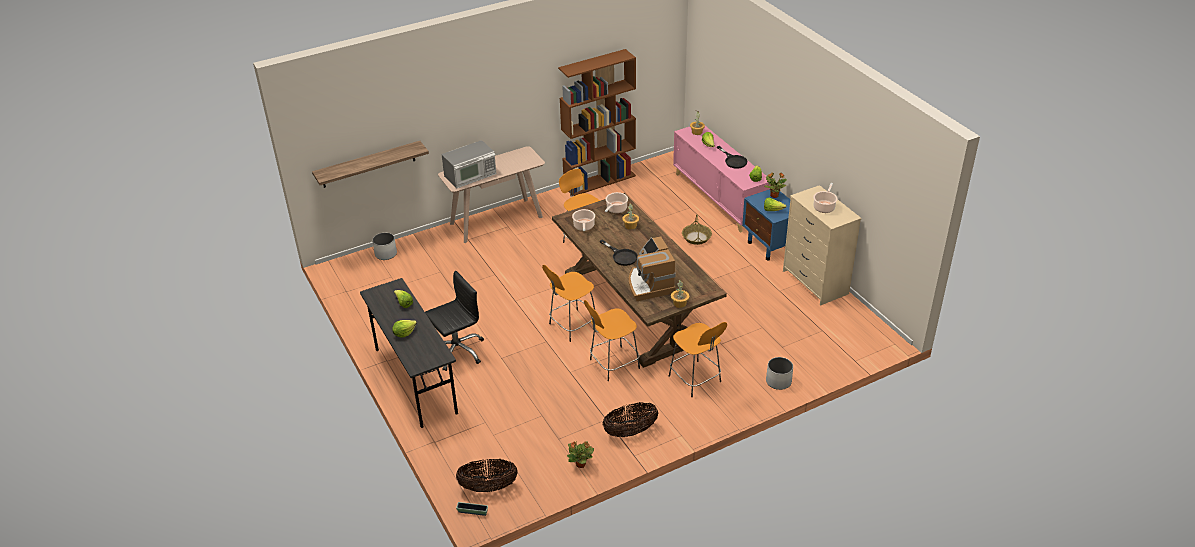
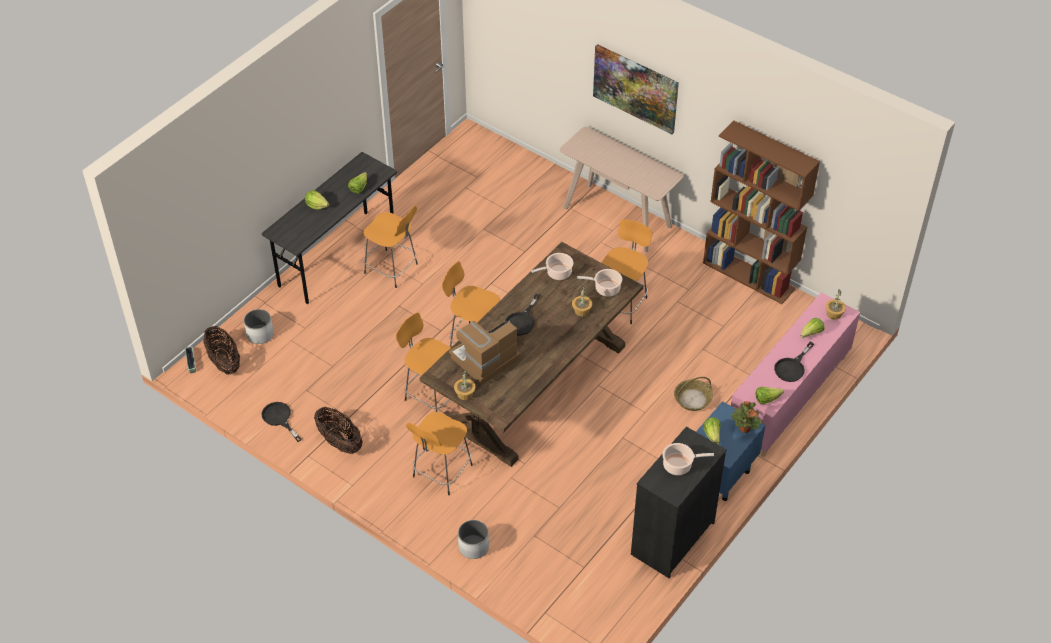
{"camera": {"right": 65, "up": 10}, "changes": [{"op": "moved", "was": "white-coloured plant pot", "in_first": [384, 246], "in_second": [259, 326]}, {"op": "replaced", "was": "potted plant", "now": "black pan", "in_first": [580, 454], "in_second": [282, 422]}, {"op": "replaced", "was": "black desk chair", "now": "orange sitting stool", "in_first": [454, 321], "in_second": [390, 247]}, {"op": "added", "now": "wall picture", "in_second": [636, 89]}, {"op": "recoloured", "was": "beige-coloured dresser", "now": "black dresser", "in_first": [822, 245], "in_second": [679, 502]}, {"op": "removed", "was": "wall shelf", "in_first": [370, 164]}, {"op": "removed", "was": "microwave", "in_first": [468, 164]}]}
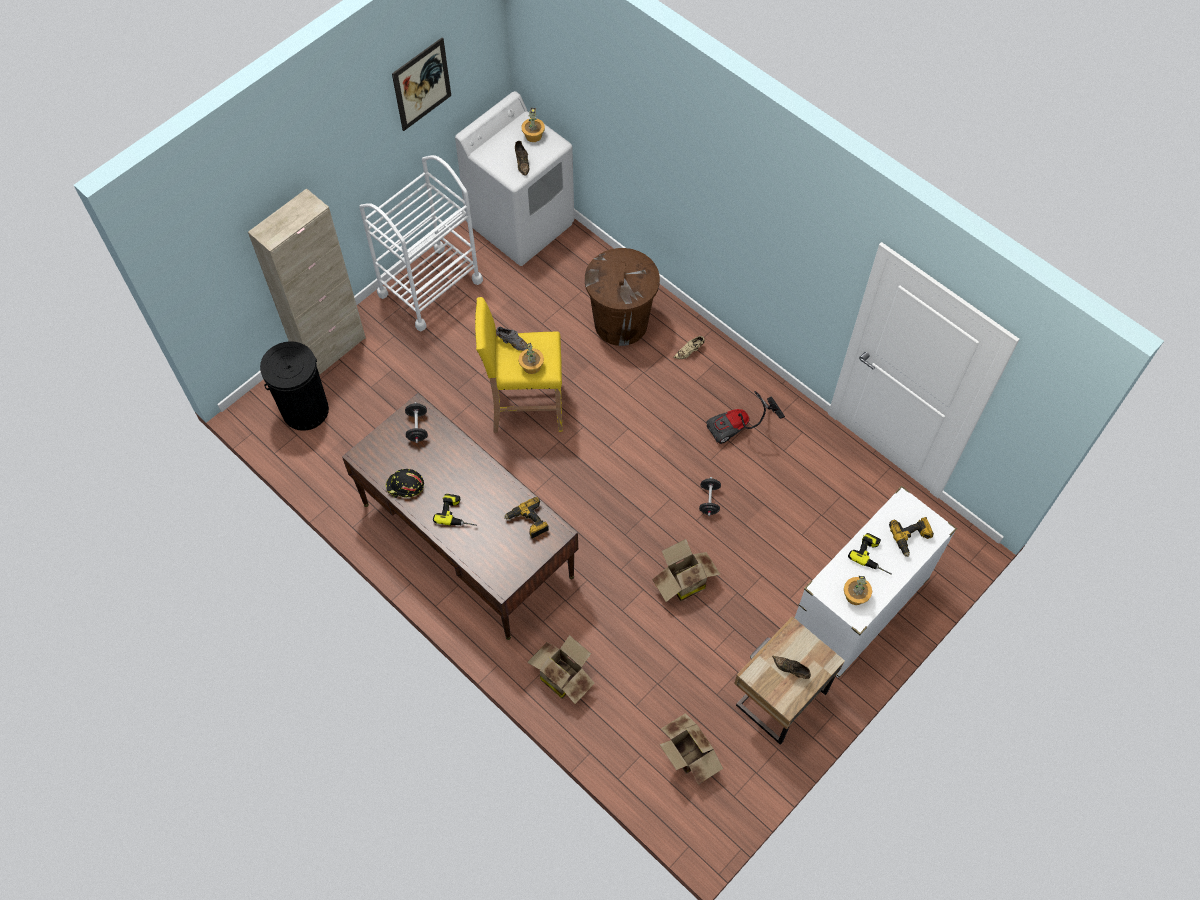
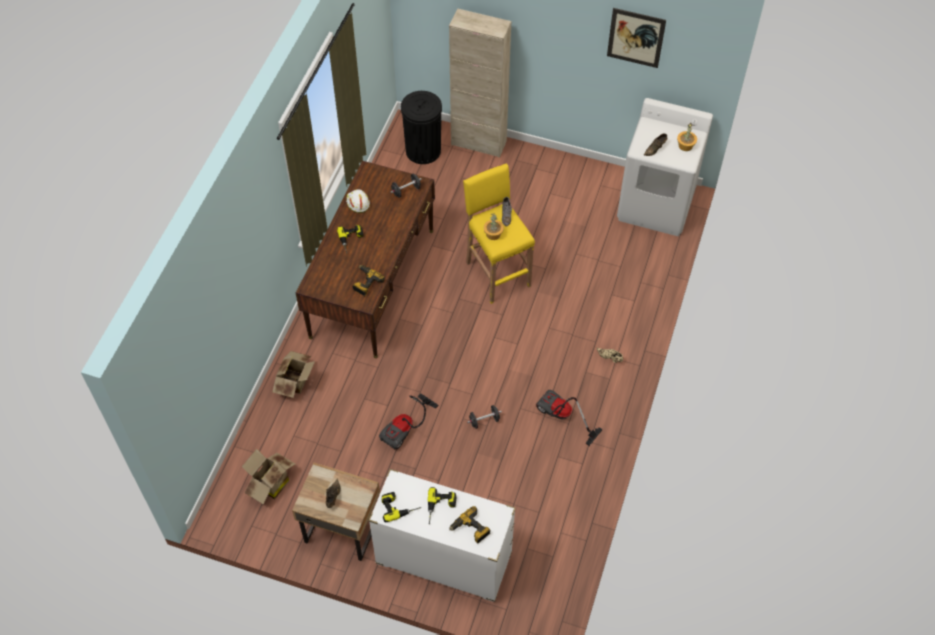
{"camera": {"right": 65, "up": -5}, "changes": [{"op": "recoloured", "was": "black hard hat", "now": "white-coloured hard hat", "in_first": [405, 483], "in_second": [358, 201]}, {"op": "replaced", "was": "packing box", "now": "vacuum", "in_first": [686, 570], "in_second": [409, 421]}, {"op": "replaced", "was": "potted plant", "now": "drill", "in_first": [858, 590], "in_second": [401, 507]}, {"op": "removed", "was": "white-coloured cart", "in_first": [421, 243]}, {"op": "removed", "was": "brown rubbish bin", "in_first": [622, 297]}]}
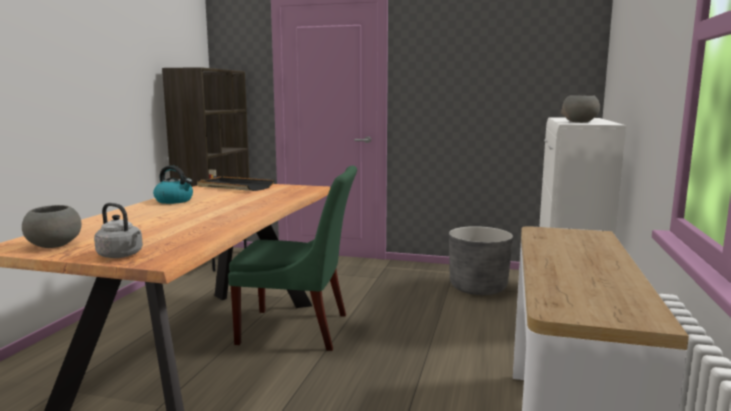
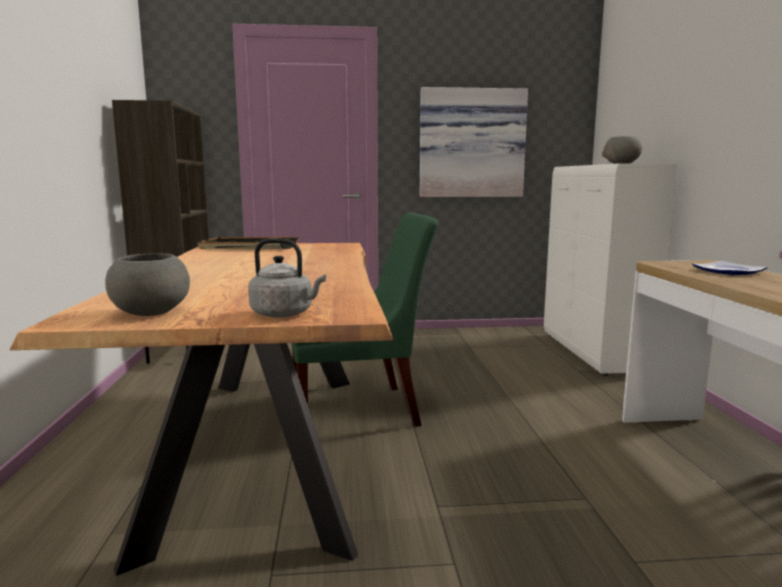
{"camera": {"right": -20, "up": 0}, "changes": [{"op": "added", "now": "wall picture", "in_second": [474, 142]}, {"op": "added", "now": "plate", "in_second": [729, 268]}, {"op": "removed", "was": "water kettle", "in_first": [173, 184]}, {"op": "removed", "was": "greyish plant pot", "in_first": [481, 260]}]}
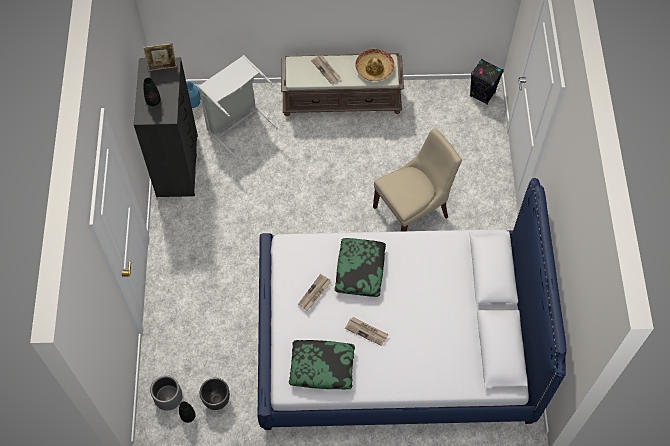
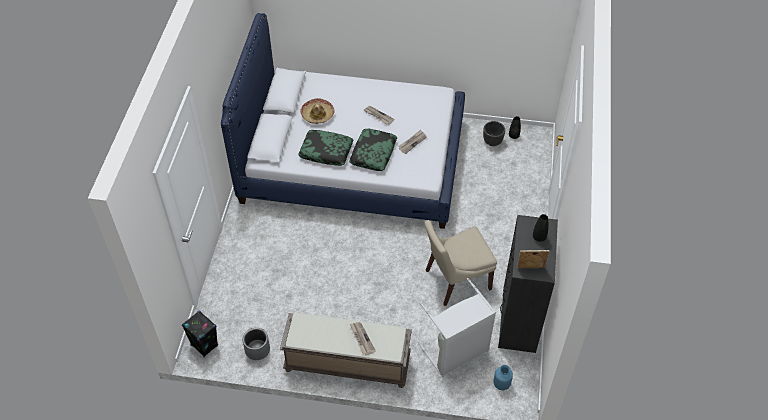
{"camera": {"right": -170, "up": -10}, "changes": [{"op": "moved", "was": "greyish plant pot", "in_first": [166, 393], "in_second": [256, 344]}, {"op": "moved", "was": "cushion", "in_first": [322, 365], "in_second": [325, 148]}, {"op": "moved", "was": "clothing hat", "in_first": [375, 65], "in_second": [317, 111]}, {"op": "moved", "was": "beige-coloured chair", "in_first": [417, 179], "in_second": [460, 263]}]}
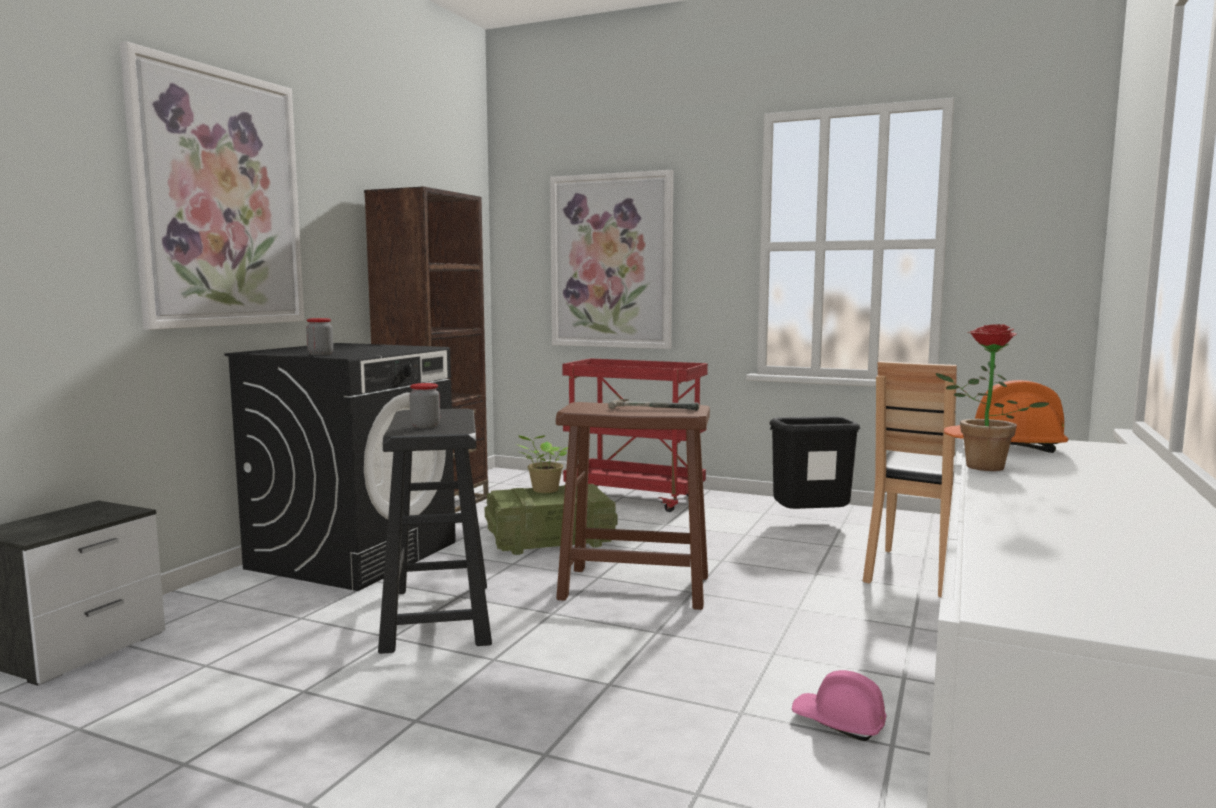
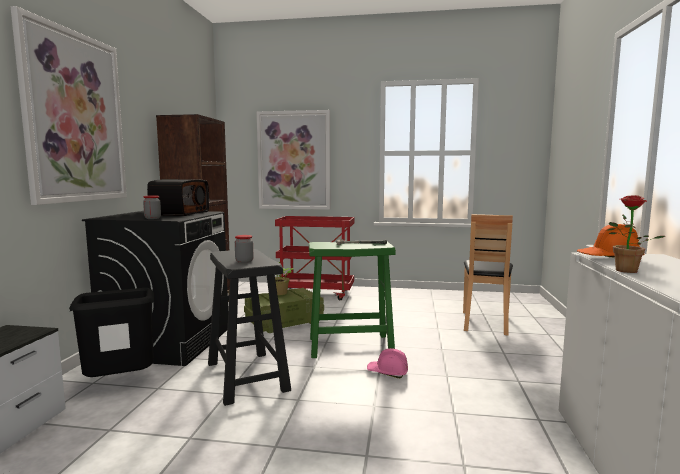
{"camera": {"right": -15, "up": 0}, "changes": [{"op": "moved", "was": "black rubbish bin", "in_first": [815, 462], "in_second": [112, 332]}, {"op": "added", "now": "radio", "in_second": [178, 197]}, {"op": "recoloured", "was": "brown sitting stool", "now": "green-coloured sitting stool", "in_first": [633, 506], "in_second": [352, 300]}, {"op": "moved", "was": "pinkish hard hat", "in_first": [839, 705], "in_second": [387, 363]}]}
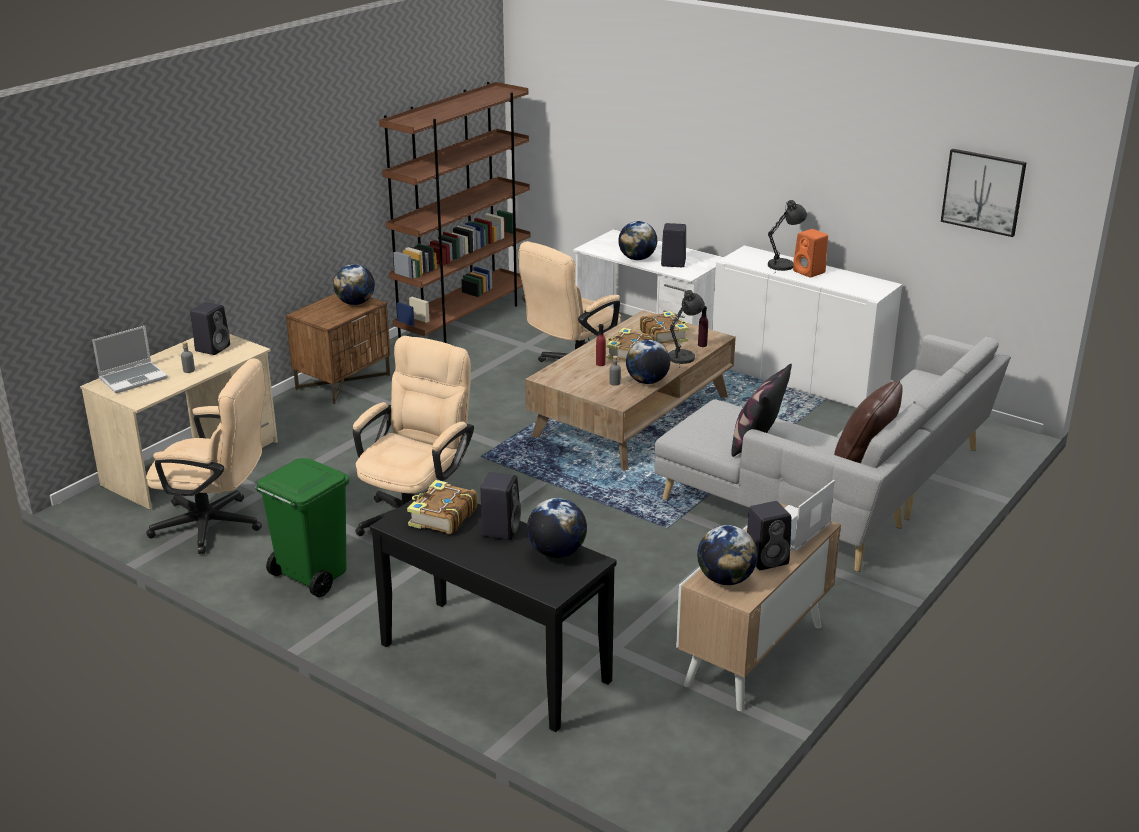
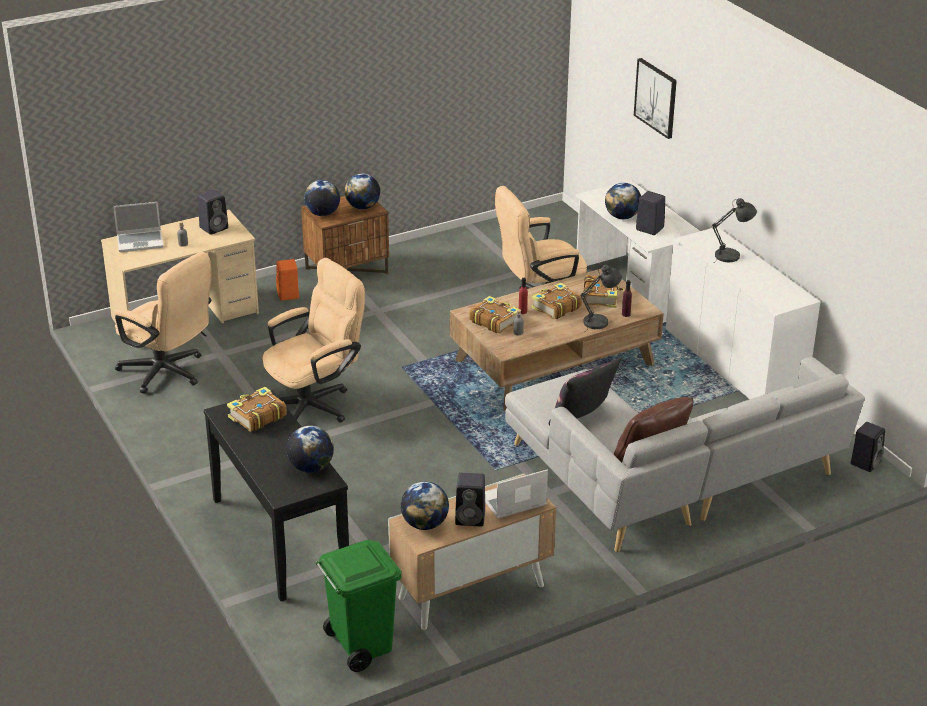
{"camera": {"right": 25, "up": 5}, "changes": [{"op": "moved", "was": "orange speaker", "in_first": [810, 253], "in_second": [287, 280]}, {"op": "moved", "was": "world globe", "in_first": [648, 362], "in_second": [322, 198]}, {"op": "moved", "was": "green-coloured rubbish bin", "in_first": [302, 527], "in_second": [358, 606]}, {"op": "added", "now": "bound book", "in_second": [494, 314]}, {"op": "moved", "was": "wall picture", "in_first": [984, 193], "in_second": [655, 98]}, {"op": "moved", "was": "black speaker", "in_first": [500, 506], "in_second": [868, 447]}, {"op": "removed", "was": "brown bookcase", "in_first": [454, 212]}]}
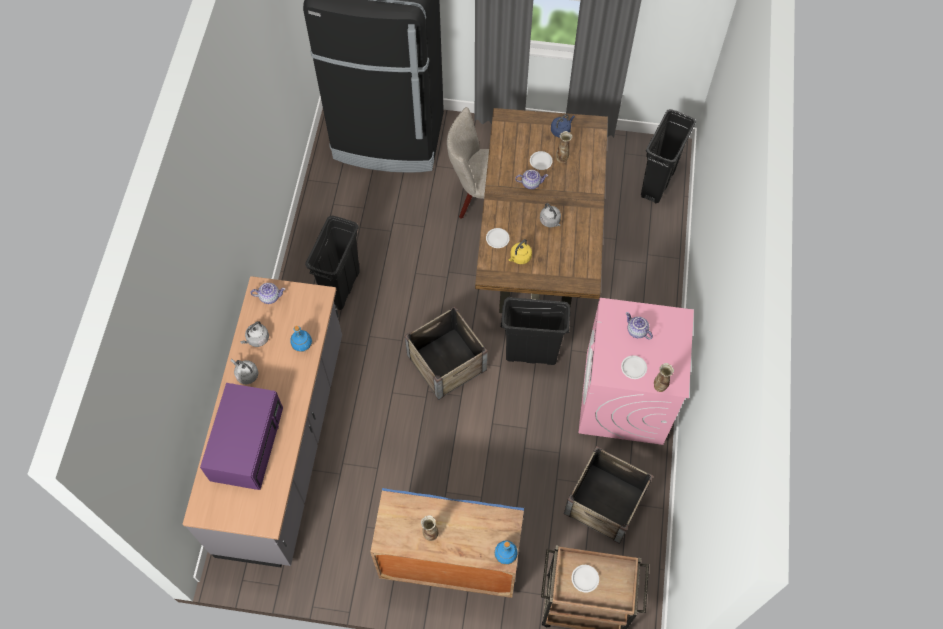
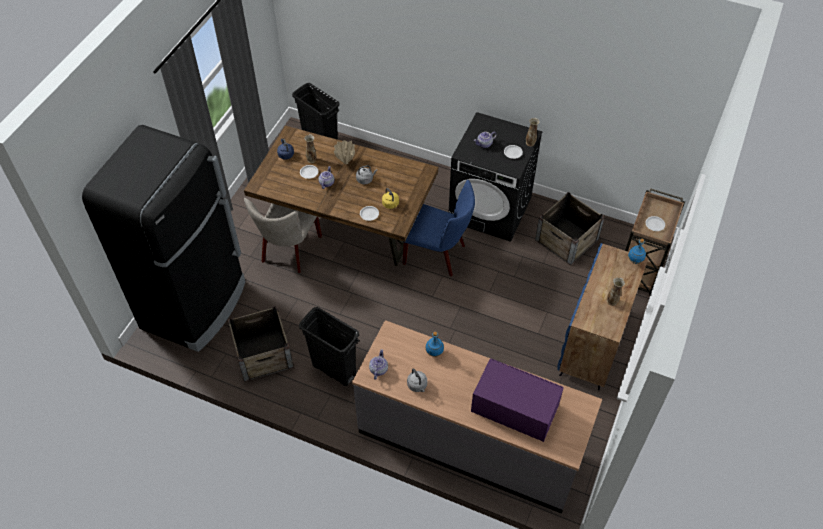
{"camera": {"right": -75, "up": -10}, "changes": [{"op": "moved", "was": "crate", "in_first": [446, 353], "in_second": [261, 344]}, {"op": "added", "now": "beige-coloured decorative vase", "in_second": [344, 152]}, {"op": "replaced", "was": "black rubbish bin", "now": "bluish chair", "in_first": [536, 331], "in_second": [439, 228]}, {"op": "recoloured", "was": "pinkish laundry appliance", "now": "black laundry appliance", "in_first": [636, 371], "in_second": [496, 177]}, {"op": "removed", "was": "greyish water kettle", "in_first": [244, 371]}]}
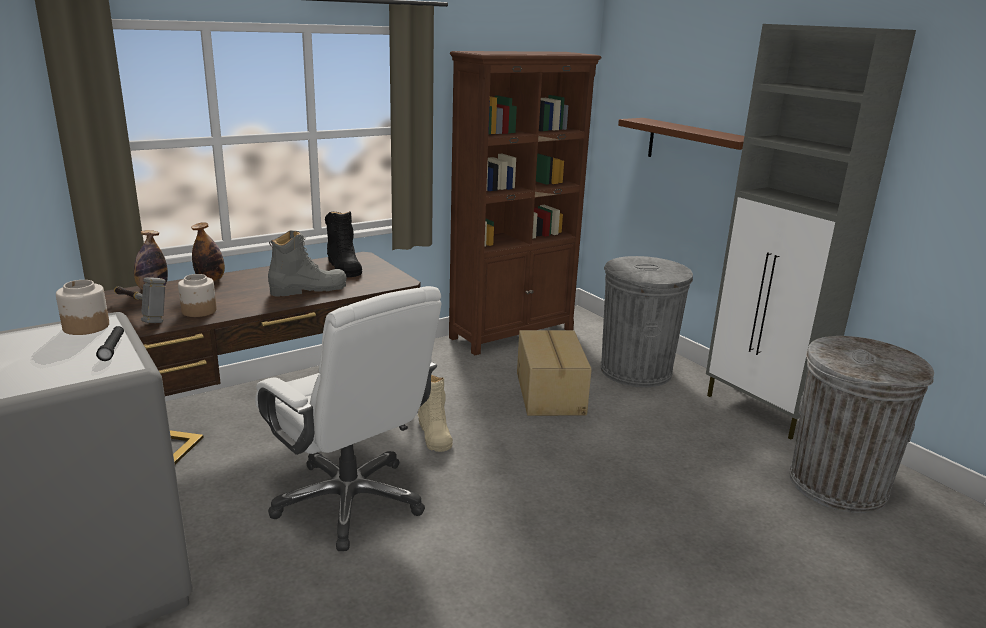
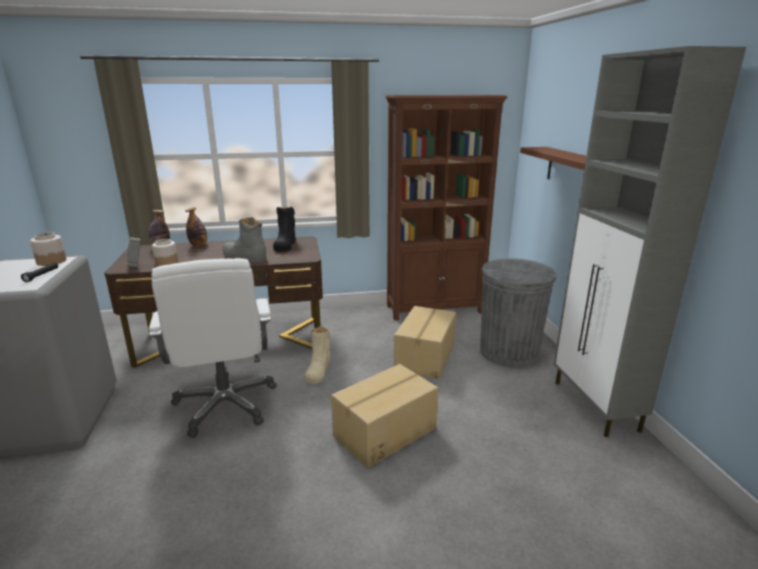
{"camera": {"right": 25, "up": 0}, "changes": [{"op": "turned", "was": "greyish boot", "in_first": [307, 264], "in_second": [244, 239], "clockwise": -150}, {"op": "added", "now": "packing box", "in_second": [384, 416]}, {"op": "removed", "was": "greyish rubbish bin", "in_first": [861, 424]}]}
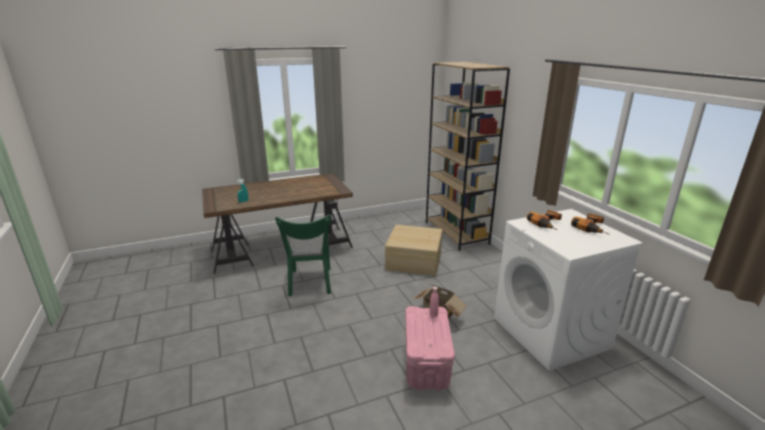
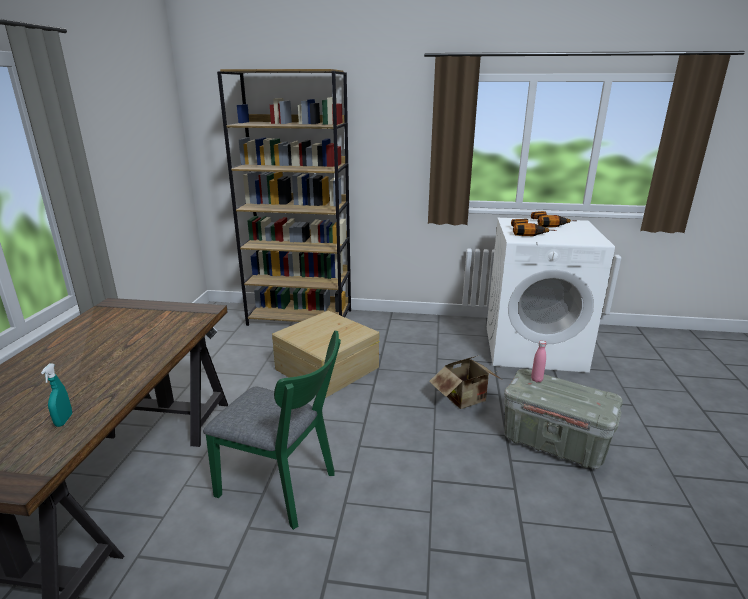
{"camera": {"right": -60, "up": 0}, "changes": [{"op": "recoloured", "was": "pinkish storage bin", "now": "greyish storage bin", "in_first": [430, 348], "in_second": [563, 419]}]}
